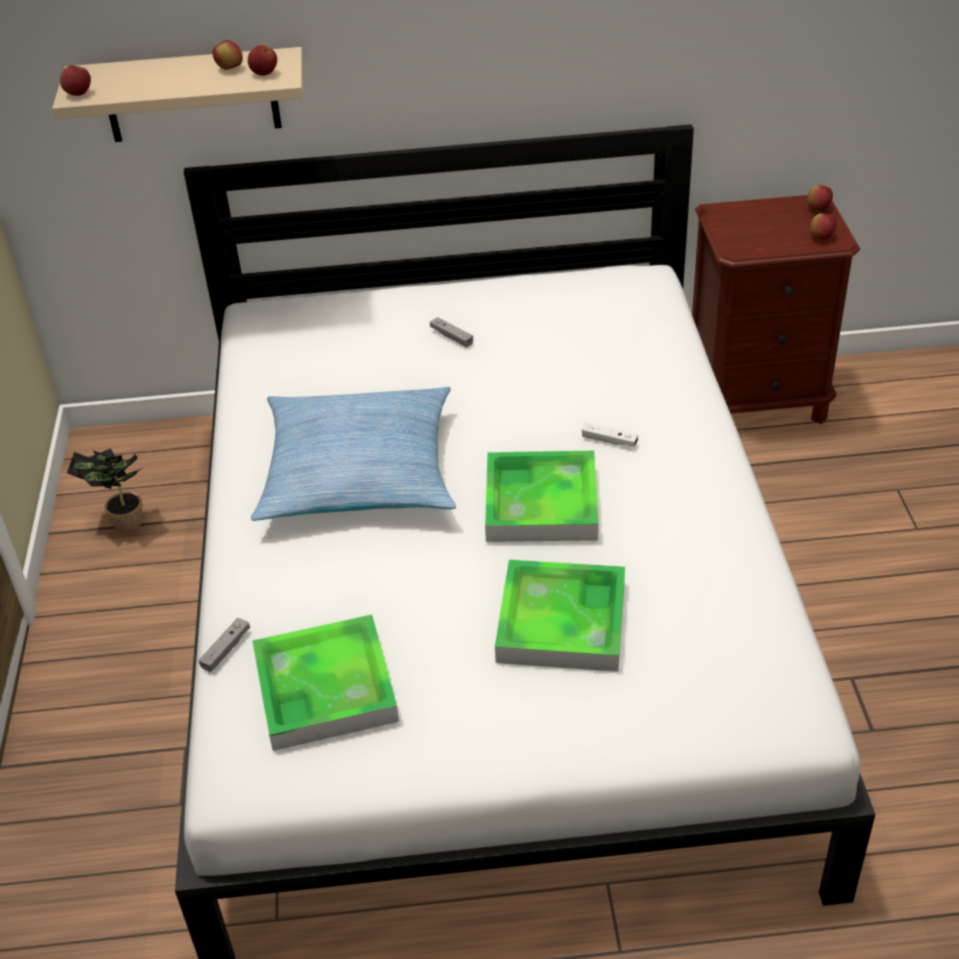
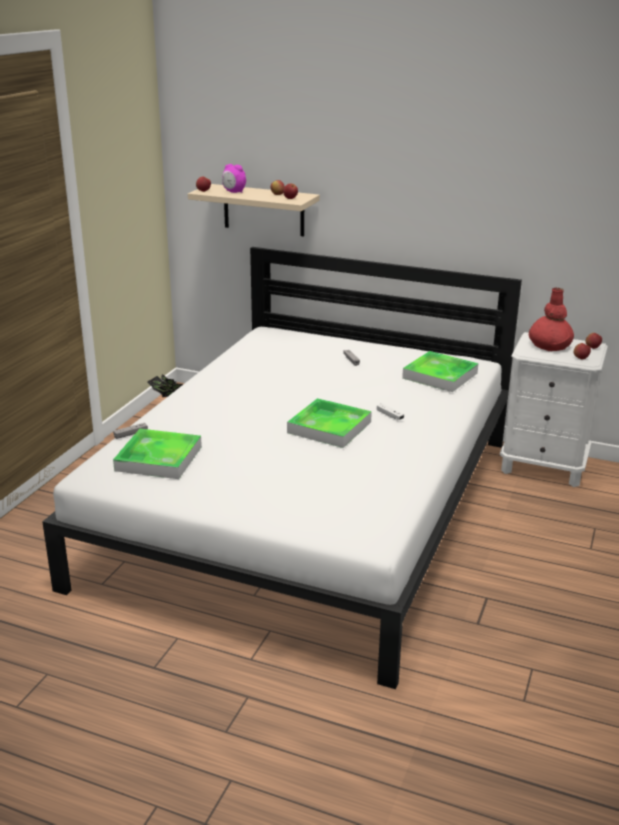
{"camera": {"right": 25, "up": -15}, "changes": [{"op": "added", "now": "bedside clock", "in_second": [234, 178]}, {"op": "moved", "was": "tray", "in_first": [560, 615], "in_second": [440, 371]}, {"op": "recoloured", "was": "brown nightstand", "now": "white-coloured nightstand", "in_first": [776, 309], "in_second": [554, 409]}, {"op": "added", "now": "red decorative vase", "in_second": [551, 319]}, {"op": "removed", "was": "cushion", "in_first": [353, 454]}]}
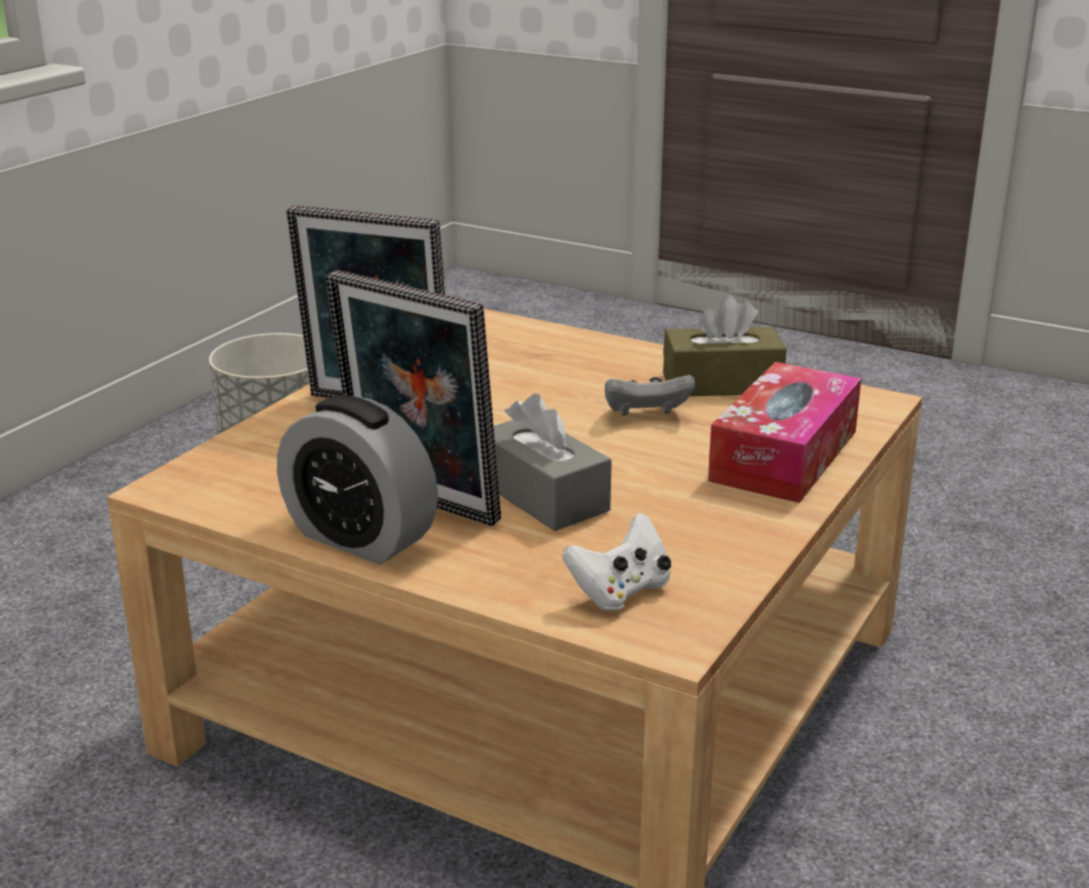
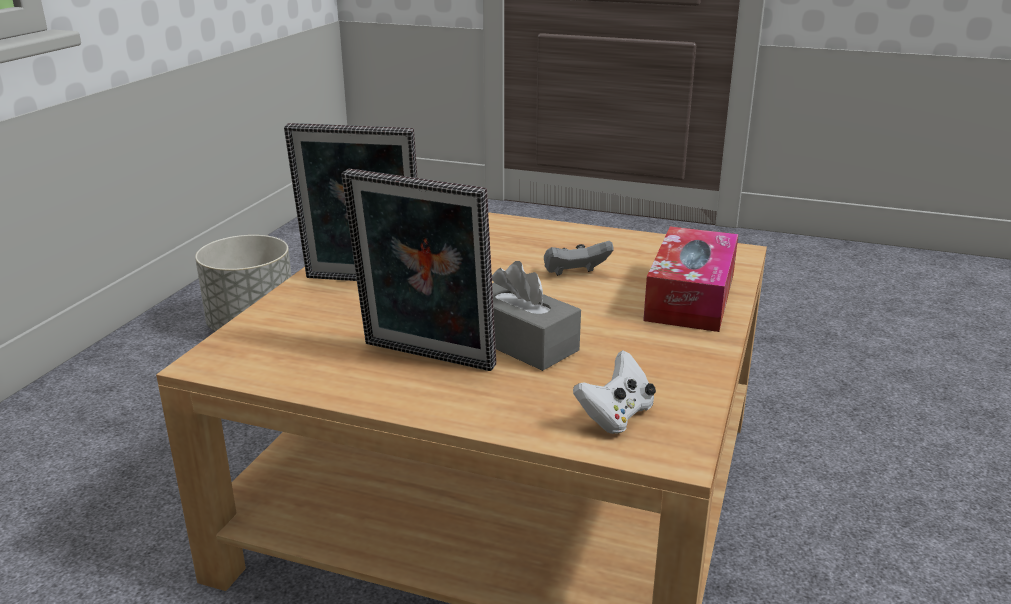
{"camera": {"right": -10, "up": 0}, "changes": [{"op": "removed", "was": "bedside clock", "in_first": [357, 479]}, {"op": "removed", "was": "brown tissue holder", "in_first": [724, 345]}]}
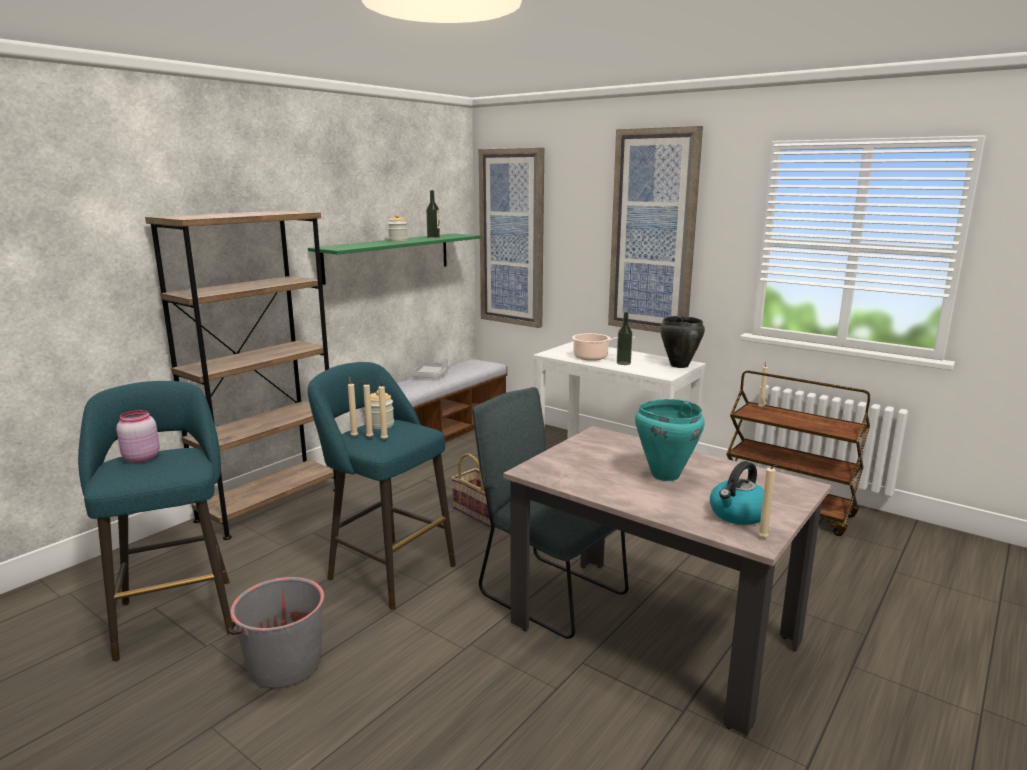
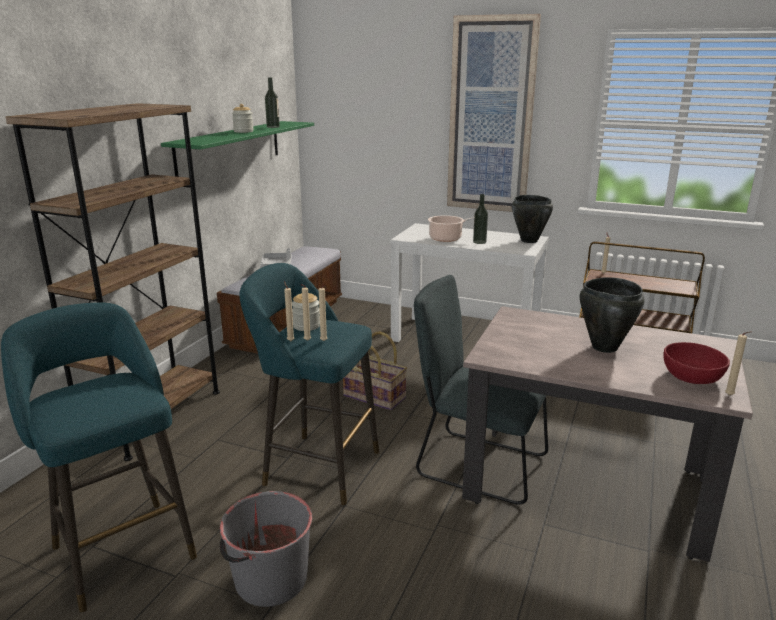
{"camera": {"right": -15, "up": 5}, "changes": [{"op": "recoloured", "was": "blue-green saucepot", "now": "black saucepot", "in_first": [670, 440], "in_second": [612, 315]}, {"op": "replaced", "was": "water kettle", "now": "red bowl", "in_first": [737, 493], "in_second": [696, 363]}, {"op": "removed", "was": "pinkish storage jar", "in_first": [138, 436]}, {"op": "removed", "was": "wall picture", "in_first": [511, 238]}]}
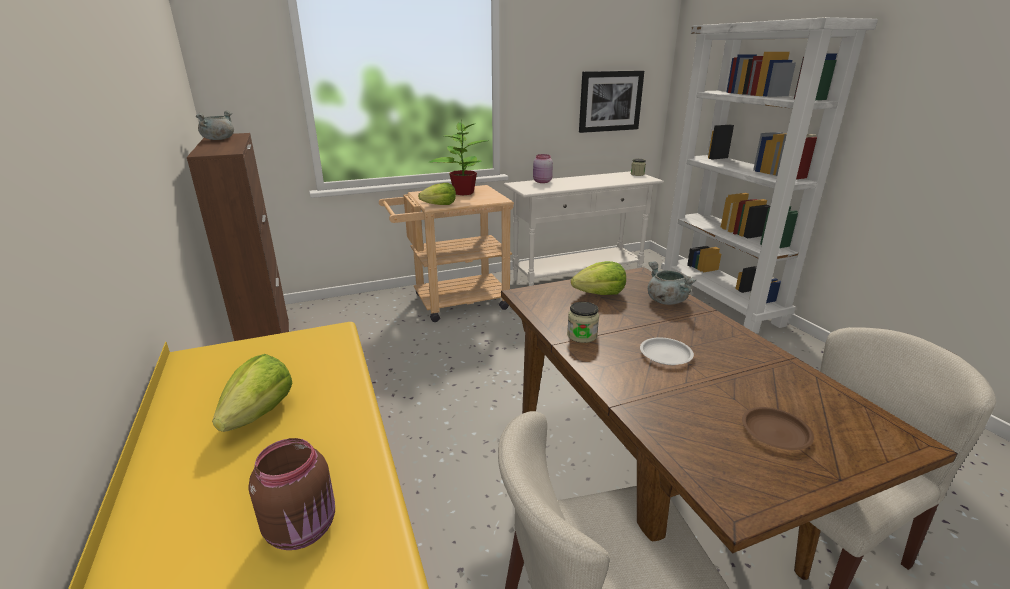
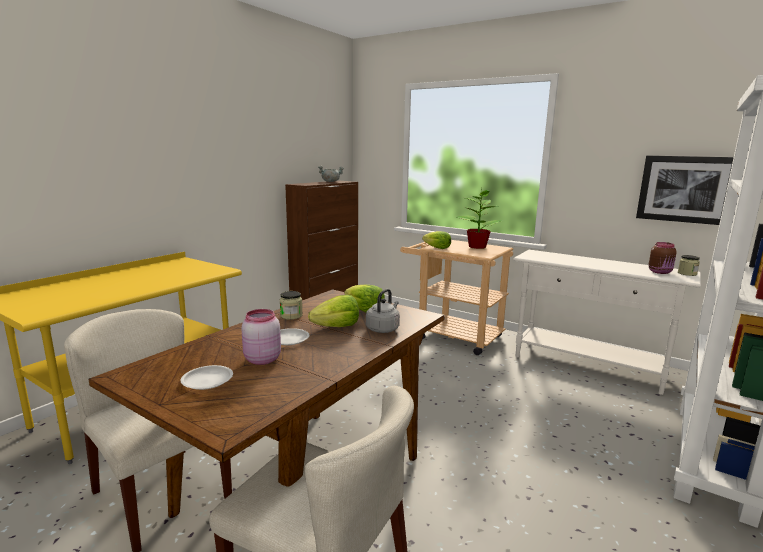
{"camera": {"right": 55, "up": -10}, "changes": [{"op": "recoloured", "was": "brown plate", "now": "white-coloured plate", "in_first": [778, 428], "in_second": [207, 377]}, {"op": "moved", "was": "pinkish storage jar", "in_first": [543, 168], "in_second": [261, 337]}, {"op": "moved", "was": "lettuce", "in_first": [252, 393], "in_second": [333, 311]}, {"op": "replaced", "was": "greyish saucepot", "now": "greyish water kettle", "in_first": [672, 283], "in_second": [383, 311]}, {"op": "moved", "was": "brown storage jar", "in_first": [291, 494], "in_second": [662, 258]}]}
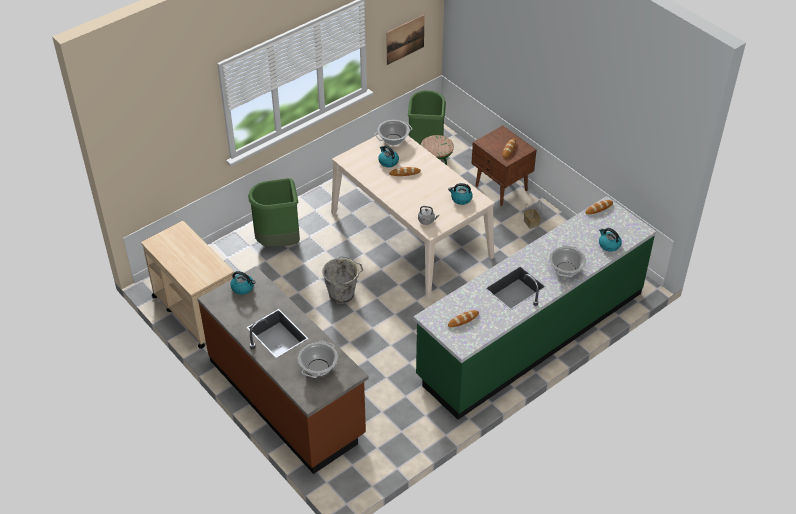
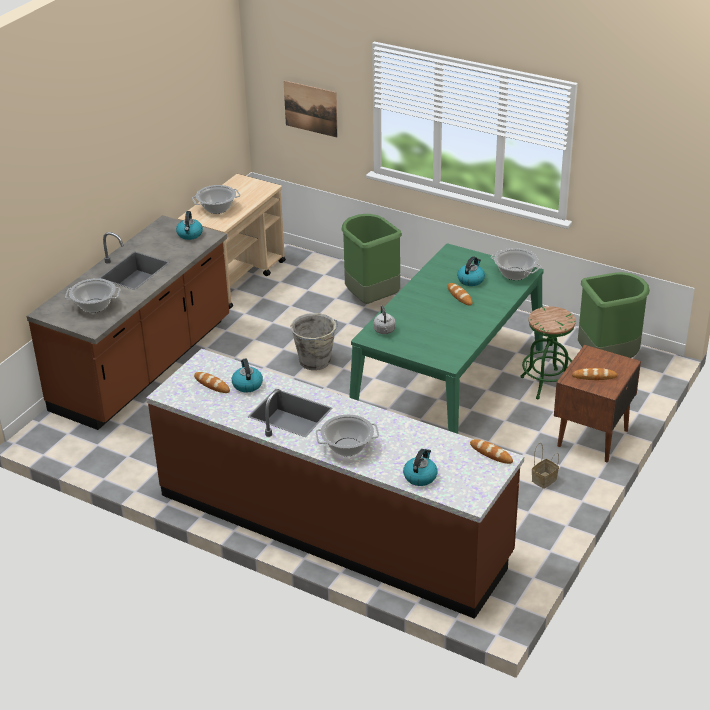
{"camera": {"right": 70, "up": -10}, "changes": [{"op": "recoloured", "was": "green-coloured kitchen counter", "now": "brown kitchen counter", "in_first": [534, 308], "in_second": [335, 484]}, {"op": "added", "now": "saucepot", "in_second": [216, 199]}, {"op": "moved", "was": "water kettle", "in_first": [460, 194], "in_second": [247, 376]}, {"op": "moved", "was": "wall picture", "in_first": [405, 40], "in_second": [311, 109]}, {"op": "recoloured", "was": "beige-coloured kitchen table", "now": "green-coloured kitchen table", "in_first": [412, 216], "in_second": [446, 338]}]}
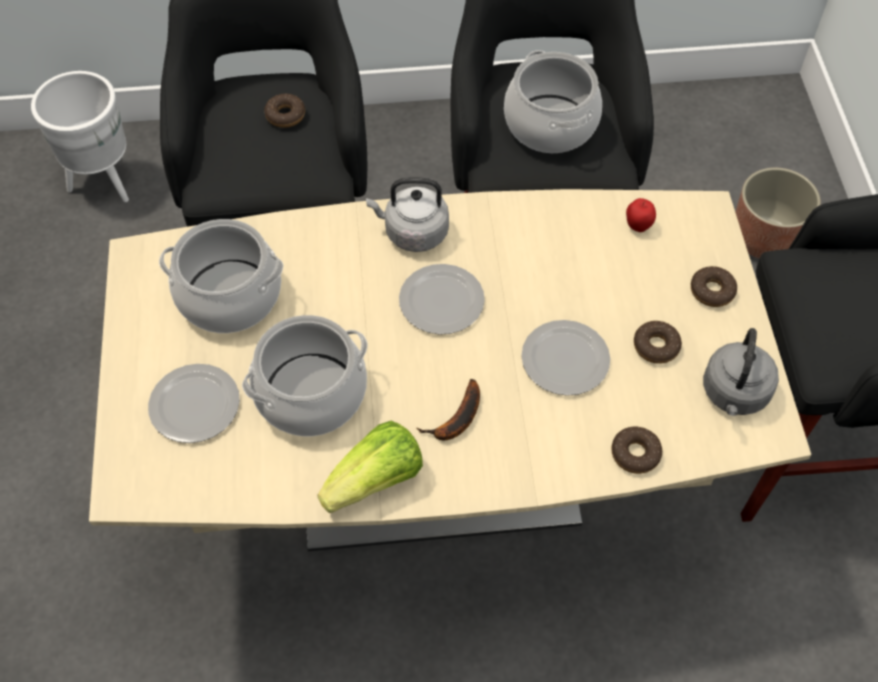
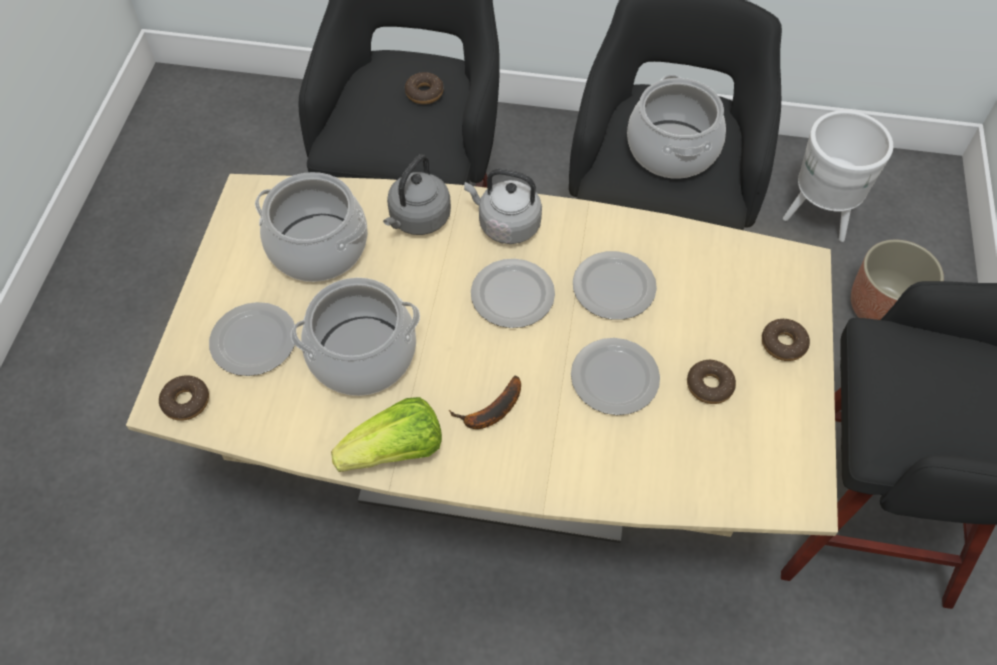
{"camera": {"right": 15, "up": 0}, "changes": [{"op": "moved", "was": "ring doughnut", "in_first": [636, 450], "in_second": [184, 398]}, {"op": "moved", "was": "greyish water kettle", "in_first": [741, 372], "in_second": [417, 194]}, {"op": "added", "now": "plate", "in_second": [615, 285]}, {"op": "moved", "was": "white-coloured plant pot", "in_first": [80, 136], "in_second": [838, 176]}, {"op": "removed", "was": "whole apple", "in_first": [641, 215]}]}
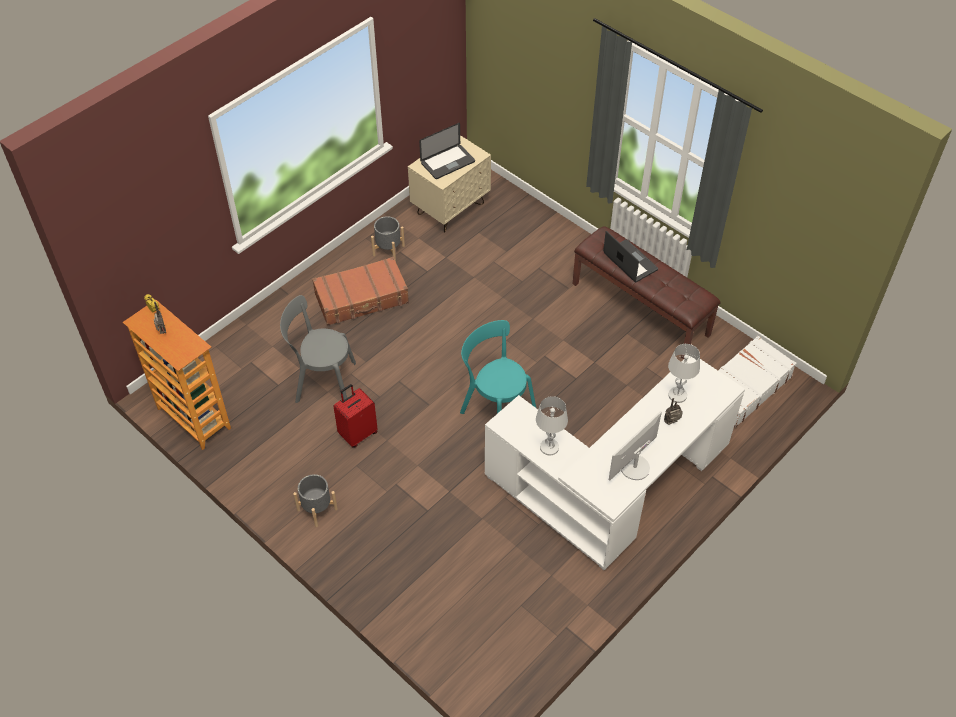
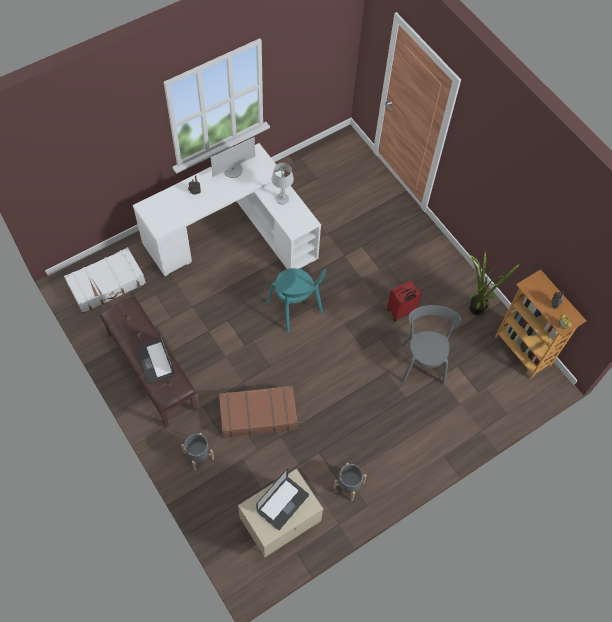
{"camera": {"right": -170, "up": 10}, "changes": [{"op": "moved", "was": "greyish plant pot", "in_first": [315, 500], "in_second": [197, 452]}, {"op": "moved", "was": "brown piece of luggage", "in_first": [360, 291], "in_second": [258, 411]}, {"op": "turned", "was": "notebook computer", "in_first": [447, 151], "in_second": [282, 499], "clockwise": 150}, {"op": "turned", "was": "greyish chair", "in_first": [318, 349], "in_second": [431, 345], "clockwise": -105}, {"op": "added", "now": "potted plant", "in_second": [494, 284]}, {"op": "removed", "was": "white-coloured lamp for a table", "in_first": [684, 373]}]}
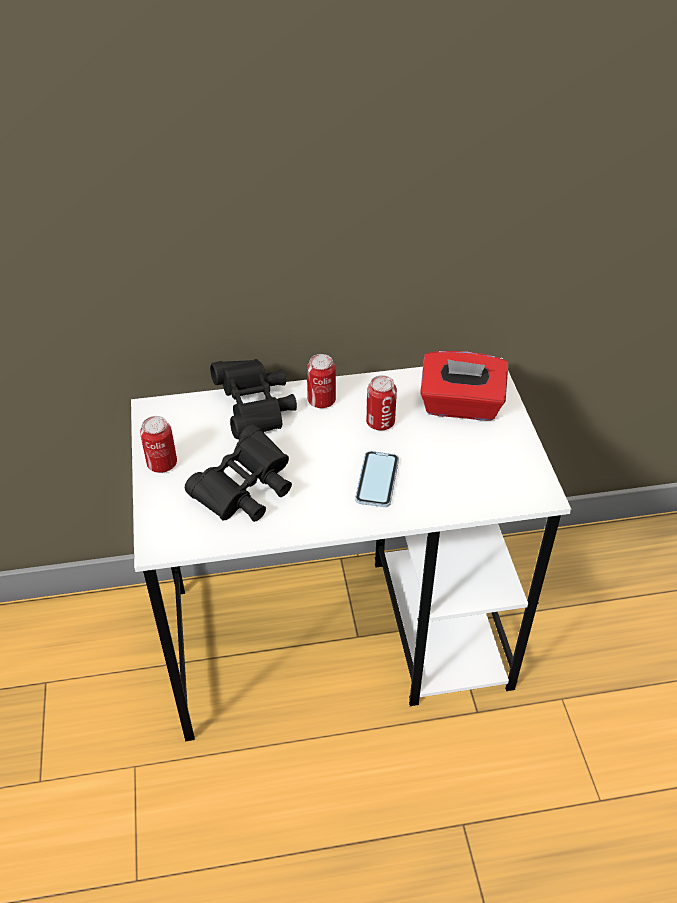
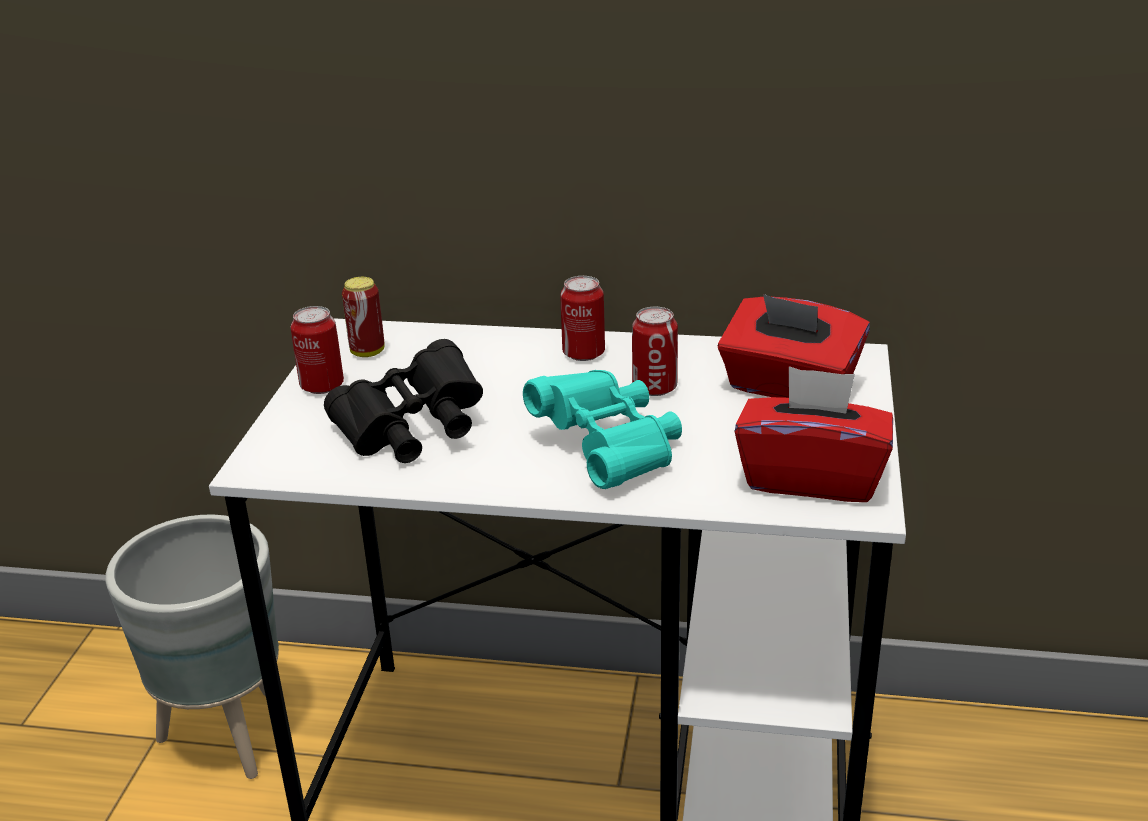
{"camera": {"right": 20, "up": -15}, "changes": [{"op": "added", "now": "greyish plant pot", "in_second": [192, 647]}, {"op": "added", "now": "sealed can", "in_second": [363, 317]}, {"op": "replaced", "was": "phone", "now": "blue-green binoculars", "in_first": [377, 479], "in_second": [602, 429]}, {"op": "added", "now": "red tissue holder", "in_second": [814, 434]}, {"op": "removed", "was": "black binoculars", "in_first": [253, 399]}]}
